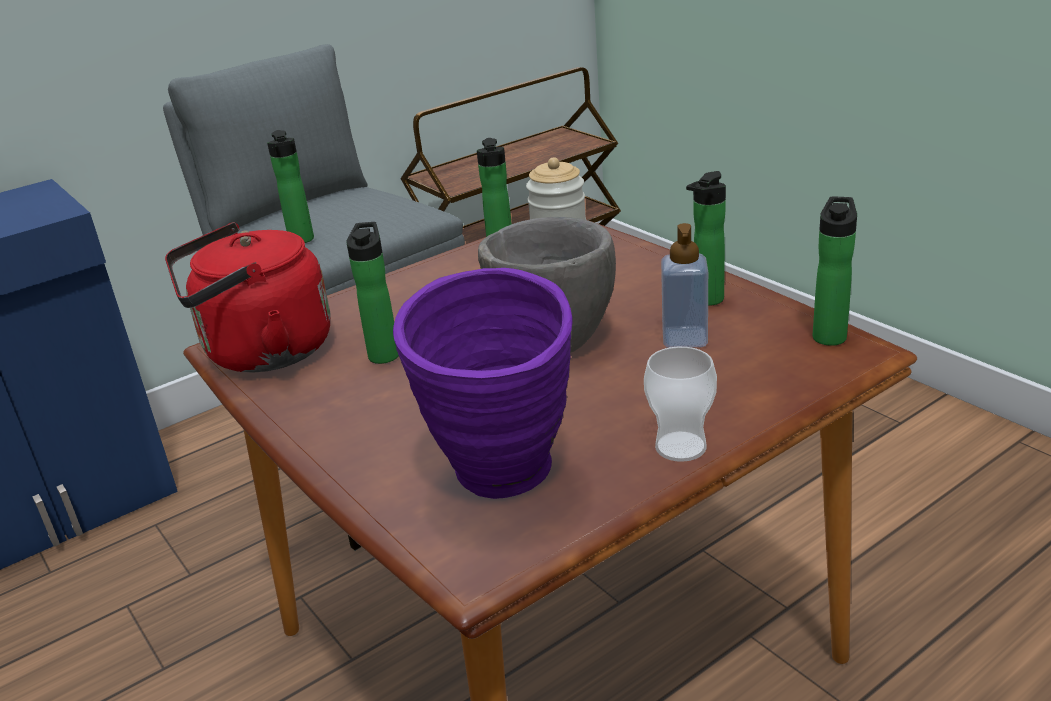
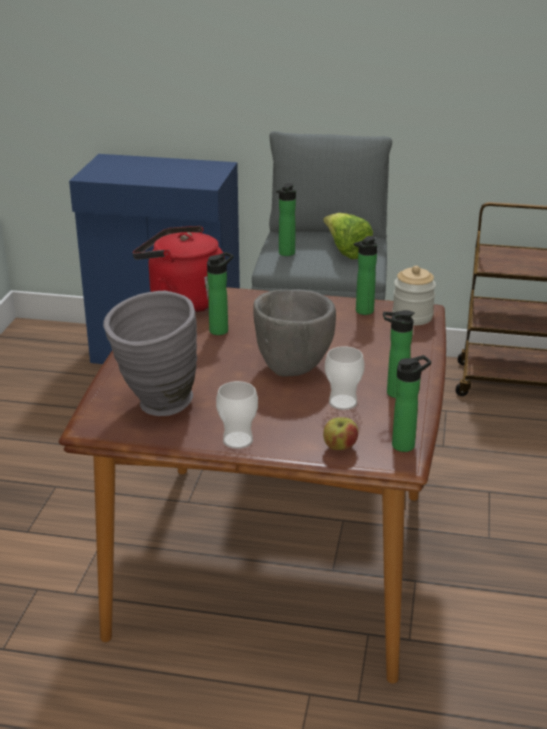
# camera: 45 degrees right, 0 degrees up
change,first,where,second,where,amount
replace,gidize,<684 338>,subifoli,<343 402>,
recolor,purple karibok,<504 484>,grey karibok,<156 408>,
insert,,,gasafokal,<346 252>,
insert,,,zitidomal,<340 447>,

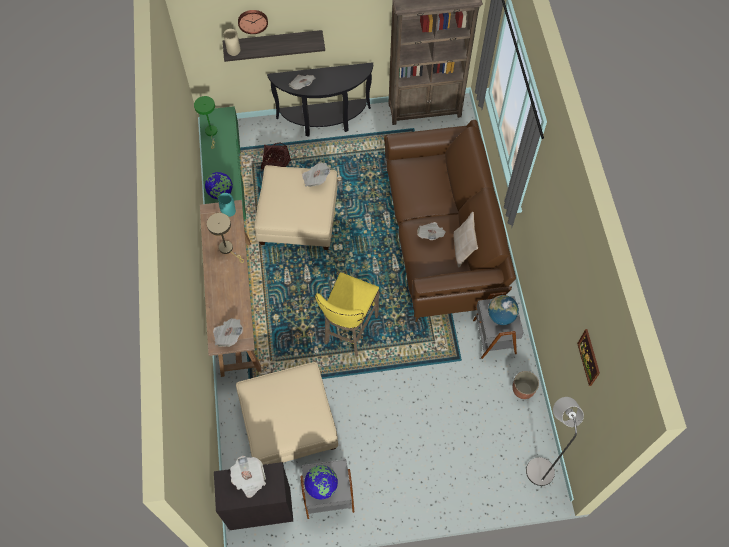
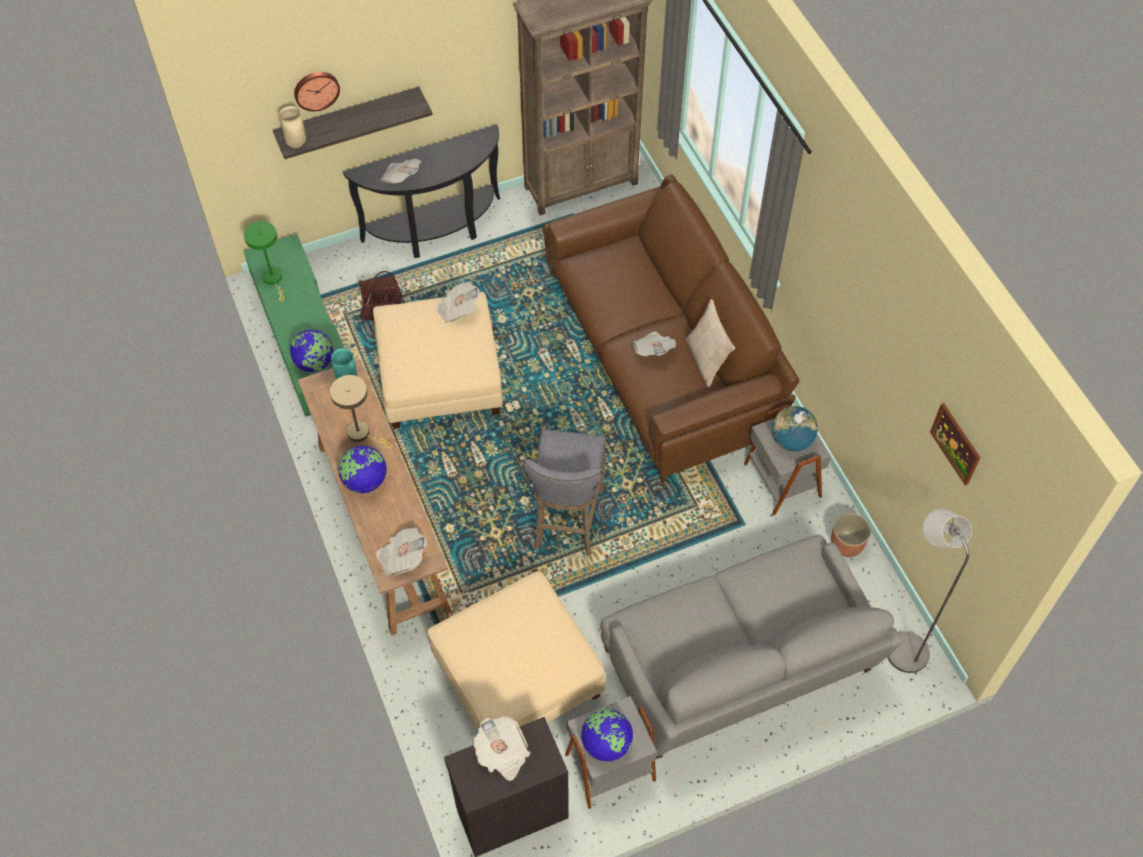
# camera: 15 degrees left, 5 degrees down
change,first,where,second,where,amount
recolor,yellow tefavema,<349 332>,grey tefavema,<567 523>,
insert,,,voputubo,<365 481>,
insert,,,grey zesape,<738 664>,

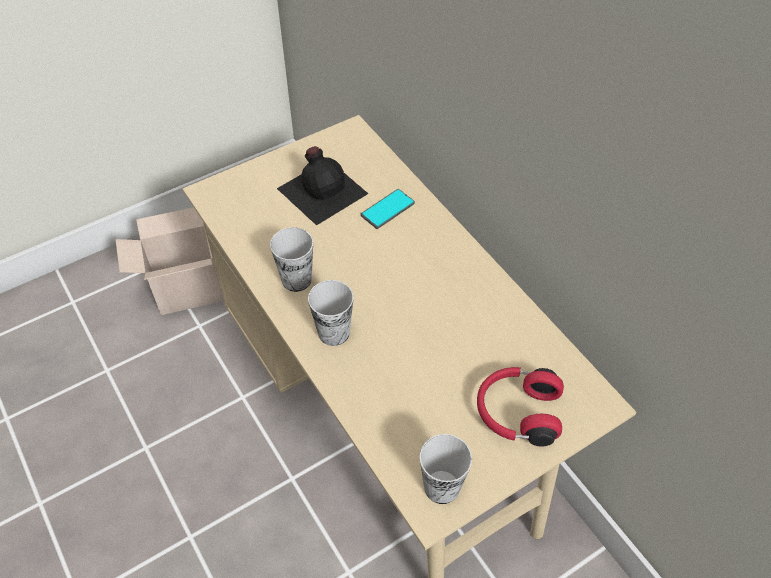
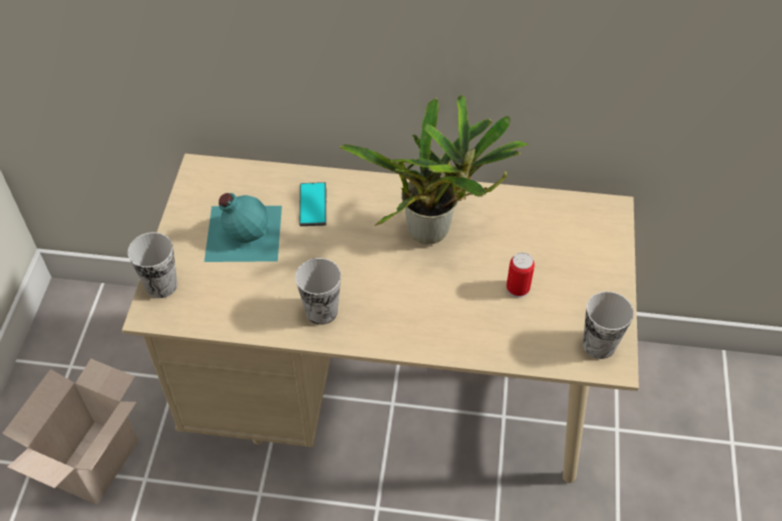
# camera: 50 degrees left, 0 degrees up
change,first,where,second,where,amount
recolor,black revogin,<322 189>,turquoise revogin,<242 232>,
move,subifoli,<333 332>,,<161 285>,
delete,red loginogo,<517 413>,,,
insert,,,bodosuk,<435 232>,
insert,,,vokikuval,<517 288>,

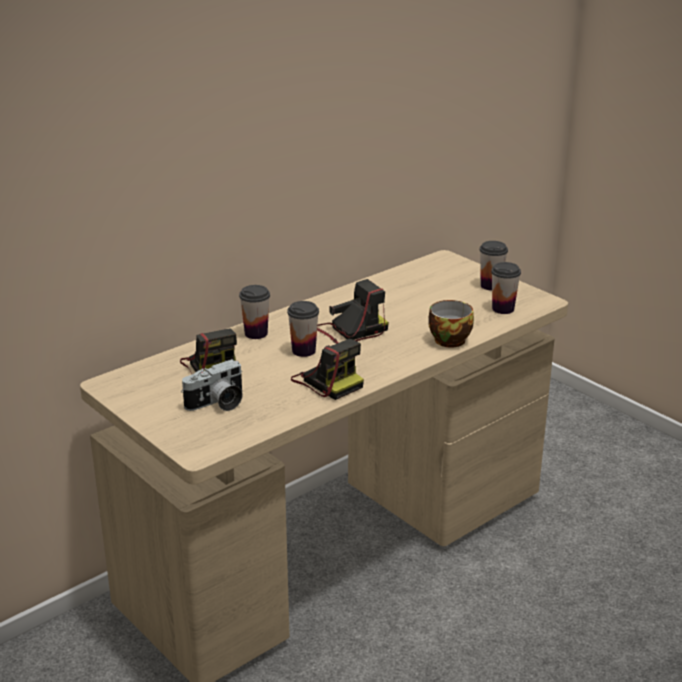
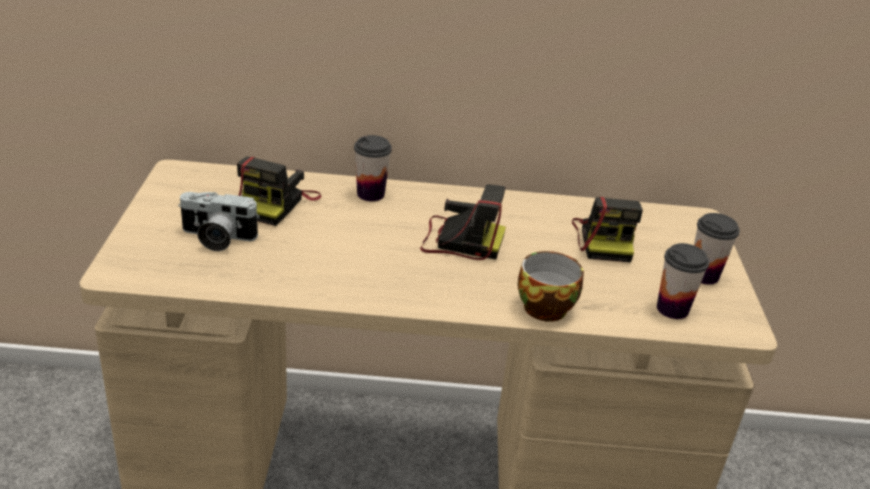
# camera: 40 degrees right, 5 degrees up
change,first,where,second,where,amount
delete,subifoli,<303 351>,,,
move,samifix,<327 381>,,<605 239>,

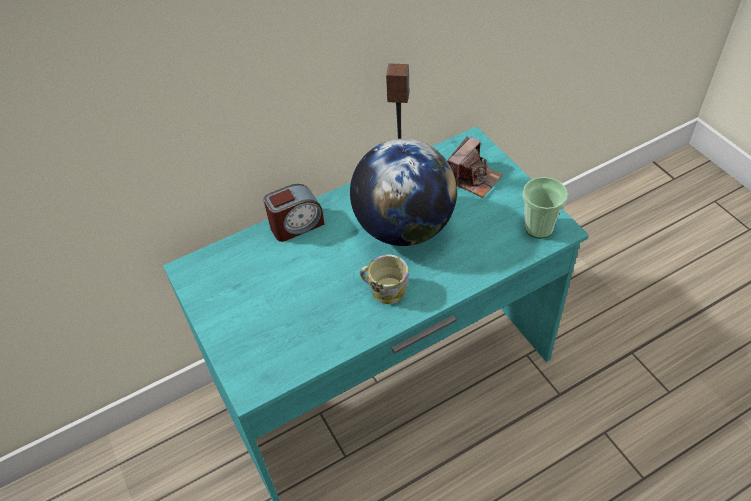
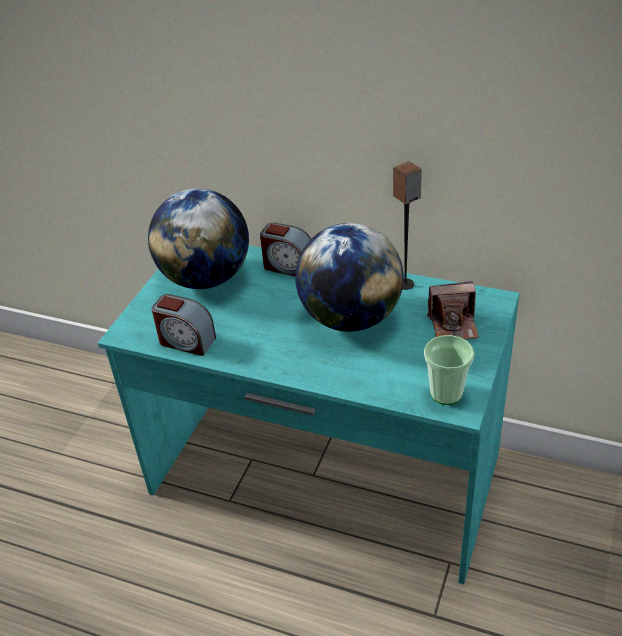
# camera: 50 degrees right, 10 degrees down
change,first,where,second,where,amount
delete,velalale,<384 289>,,,
insert,,,voputubo,<206 278>,
insert,,,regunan,<186 341>,

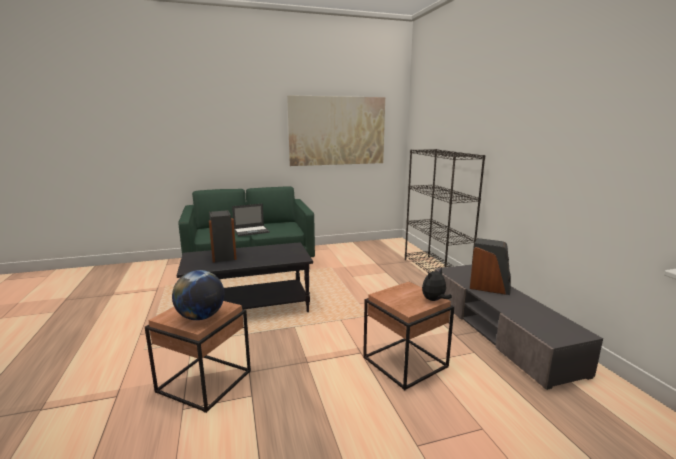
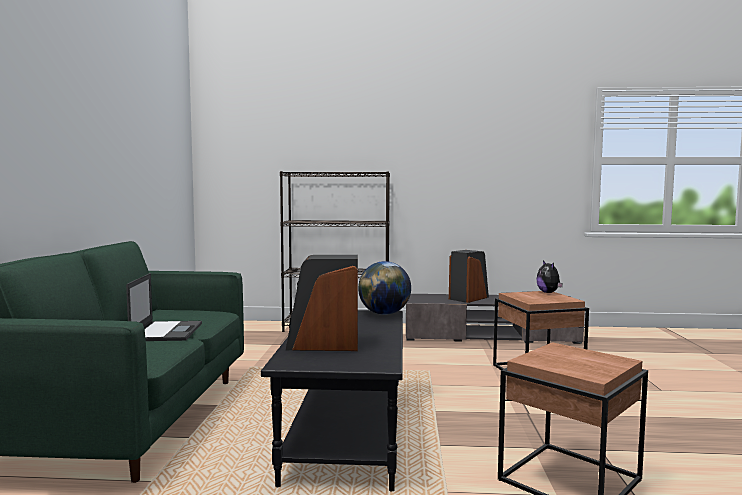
# camera: 70 degrees left, 10 degrees down
change,first,where,second,where,amount
delete,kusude,<337 131>,,,
move,voputubo,<201 317>,,<384 314>,

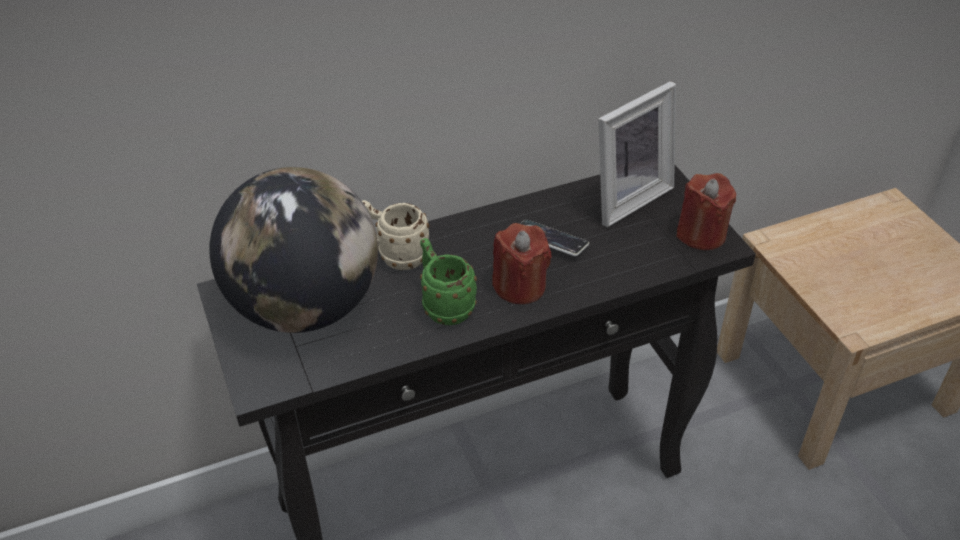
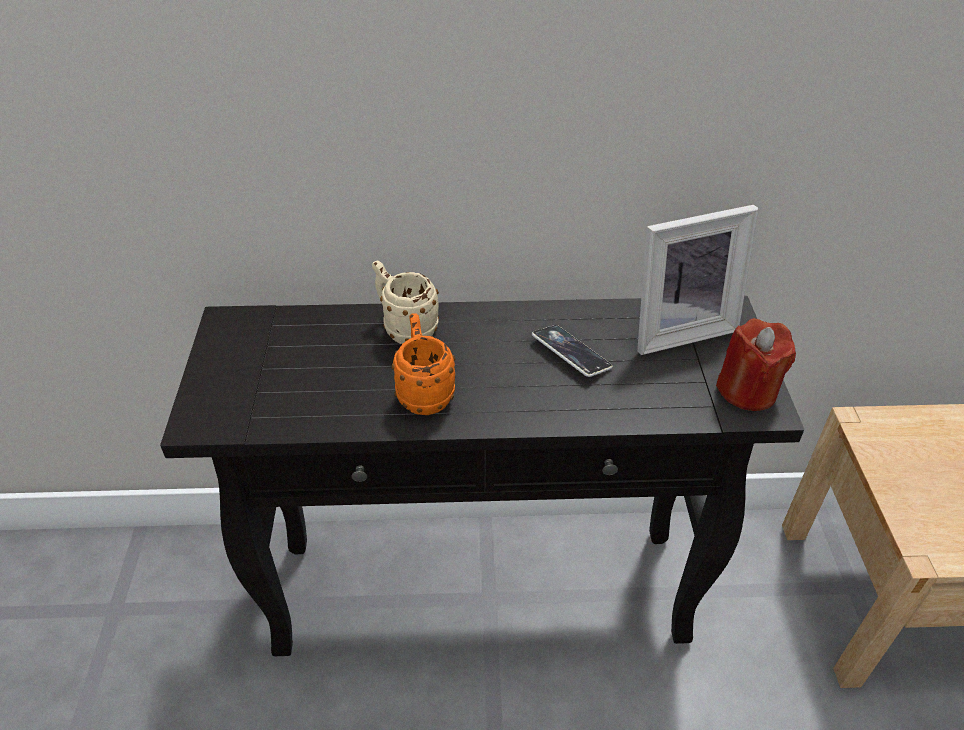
# camera: 20 degrees right, 0 degrees up
change,first,where,second,where,amount
delete,voputubo,<305 307>,,,
delete,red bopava,<519 286>,,,
recolor,green velalale,<444 306>,orange velalale,<424 392>,

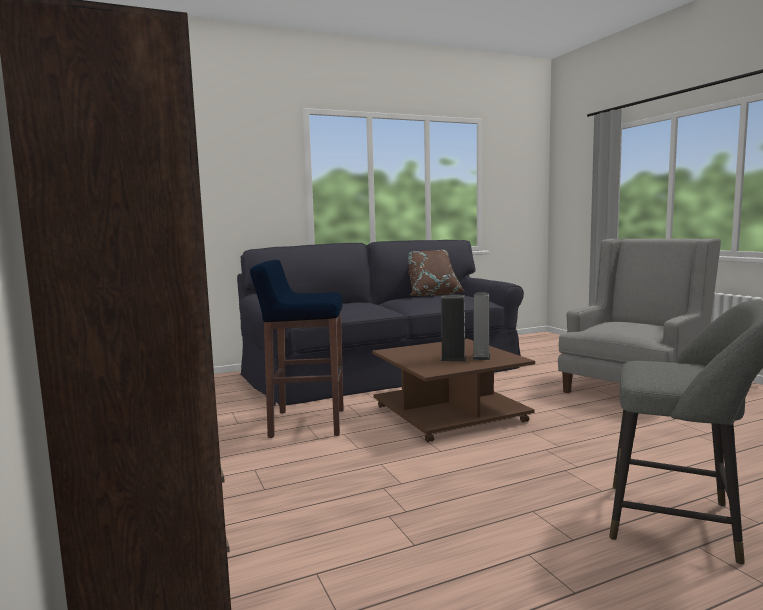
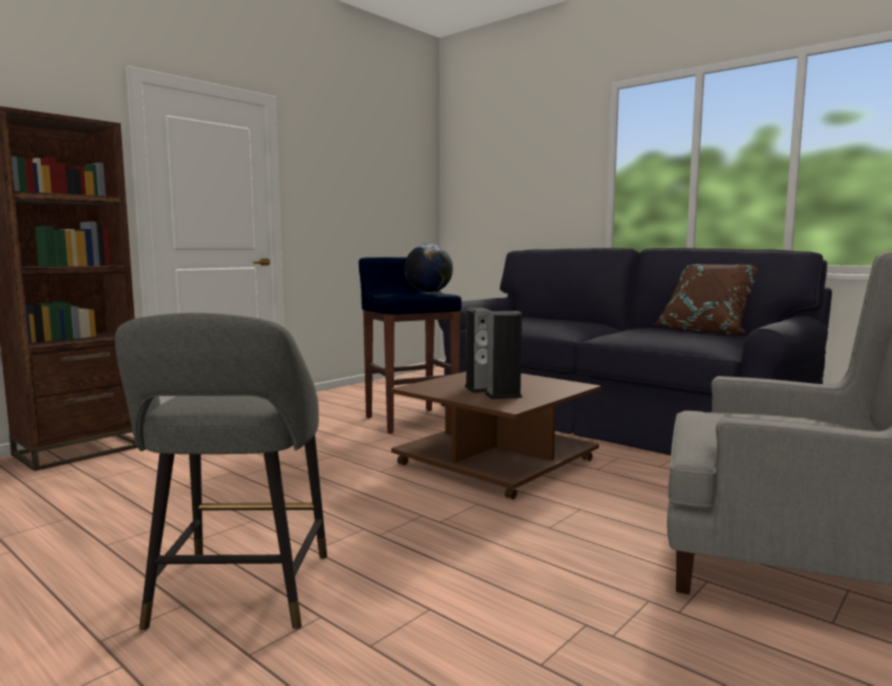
# camera: 65 degrees right, 0 degrees up
change,first,where,second,where,amount
insert,,,voputubo,<428 292>,

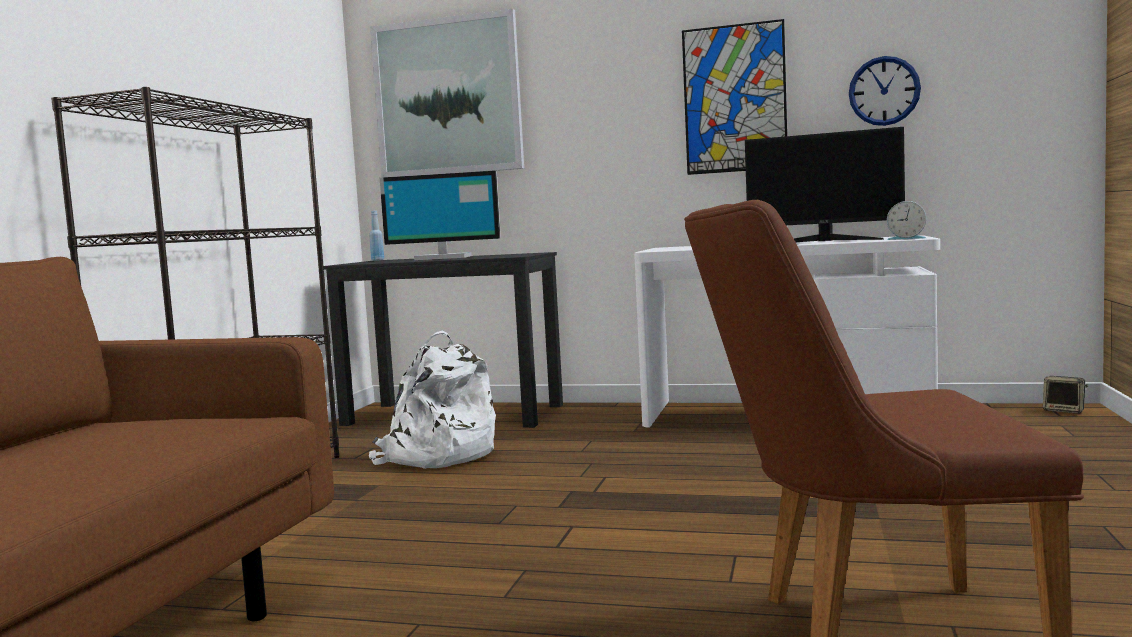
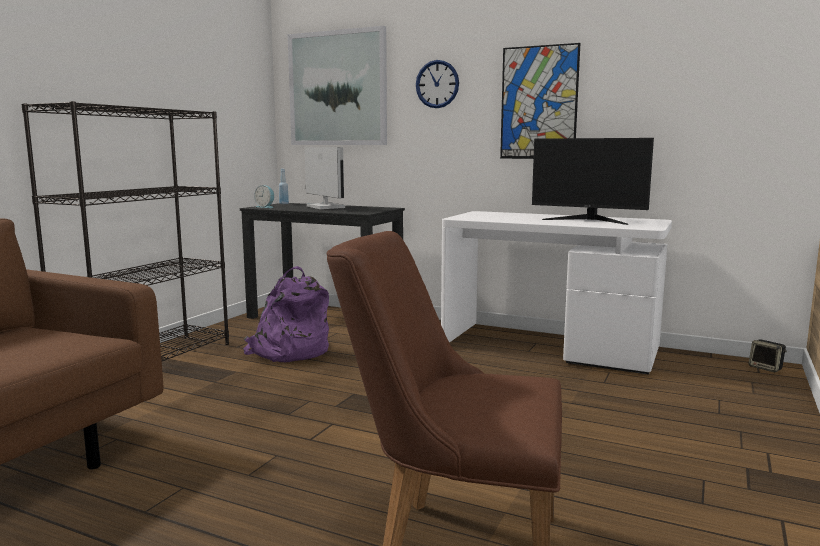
# camera: 10 degrees right, 5 degrees up
change,first,where,second,where,amount
move,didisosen,<884 91>,,<437 84>,
rotate,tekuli,<443 258>,,<323 207>,135 degrees counterclockwise
move,regunan,<906 238>,,<265 207>,
recolor,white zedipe,<437 456>,purple zedipe,<289 352>,

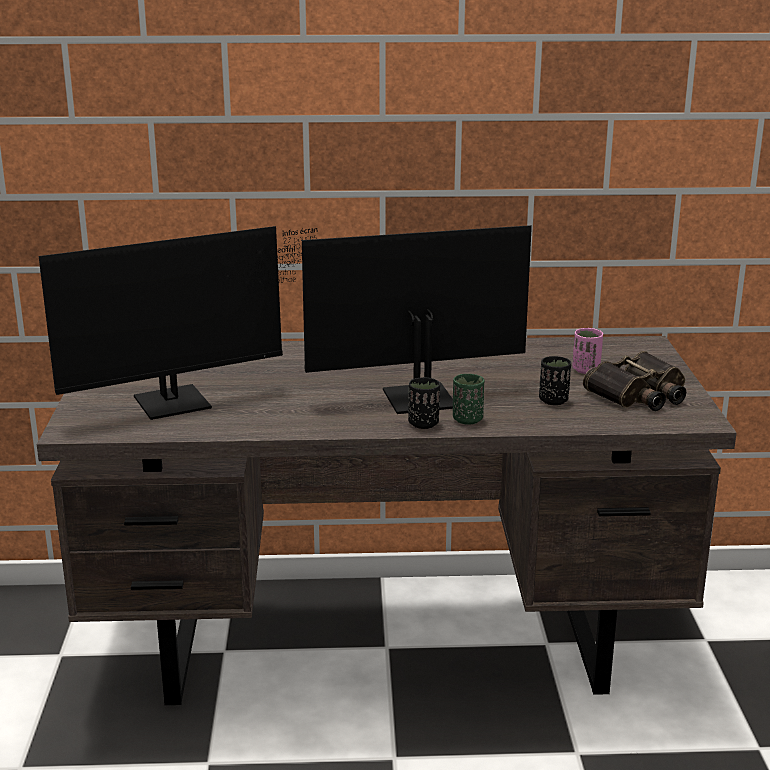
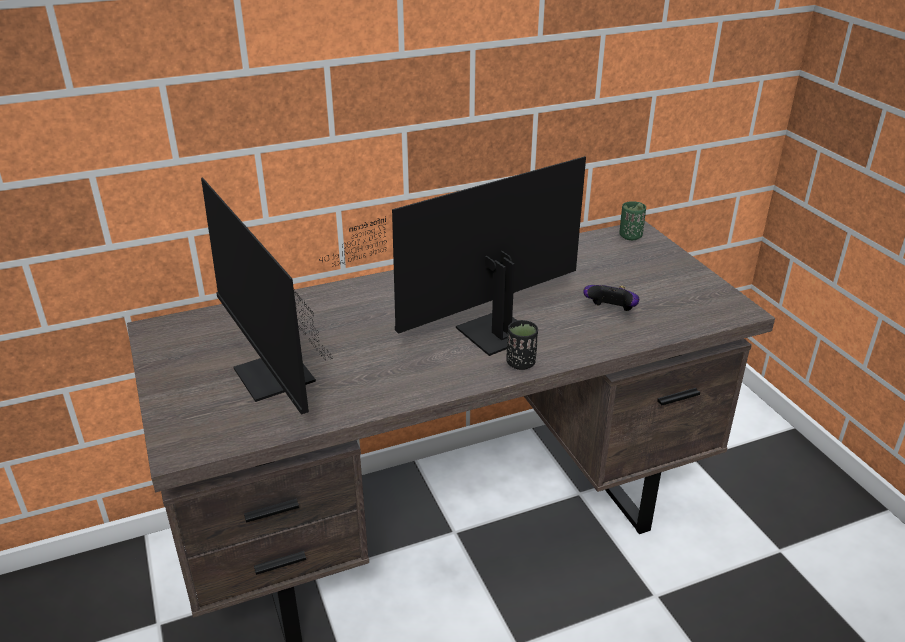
# camera: 20 degrees left, 10 degrees up
change,first,where,second,where,amount
rotate,tekuli,<184 401>,,<275 382>,105 degrees clockwise
delete,pink subifoli,<586 370>,,,
delete,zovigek,<639 394>,,,
replace,black subifoli,<553 400>,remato,<610 311>,
move,green subifoli,<467 419>,,<630 236>,

